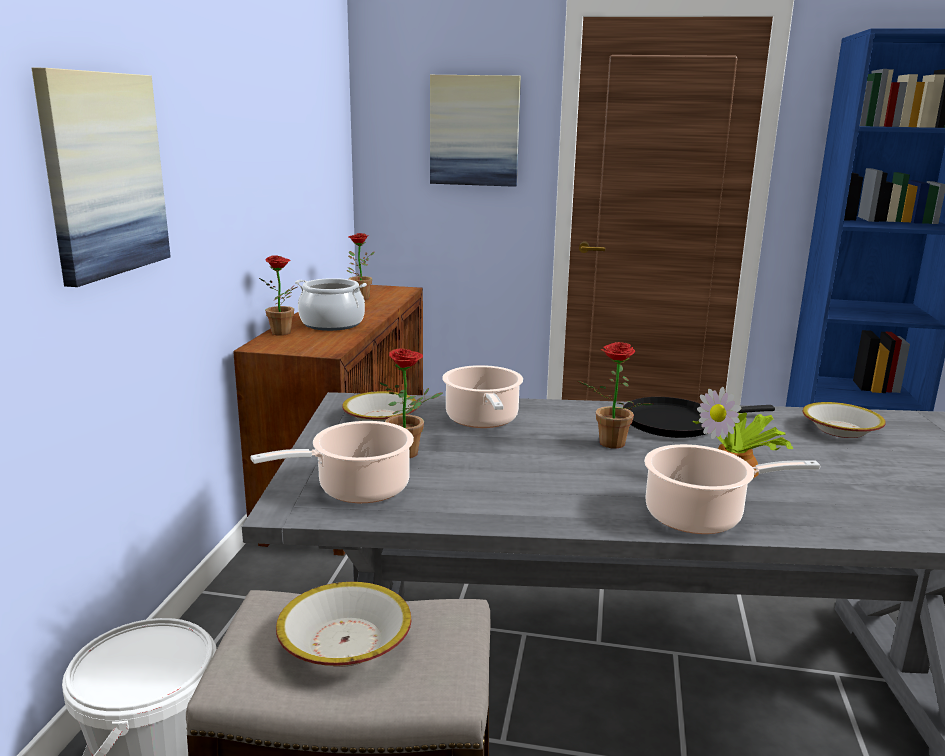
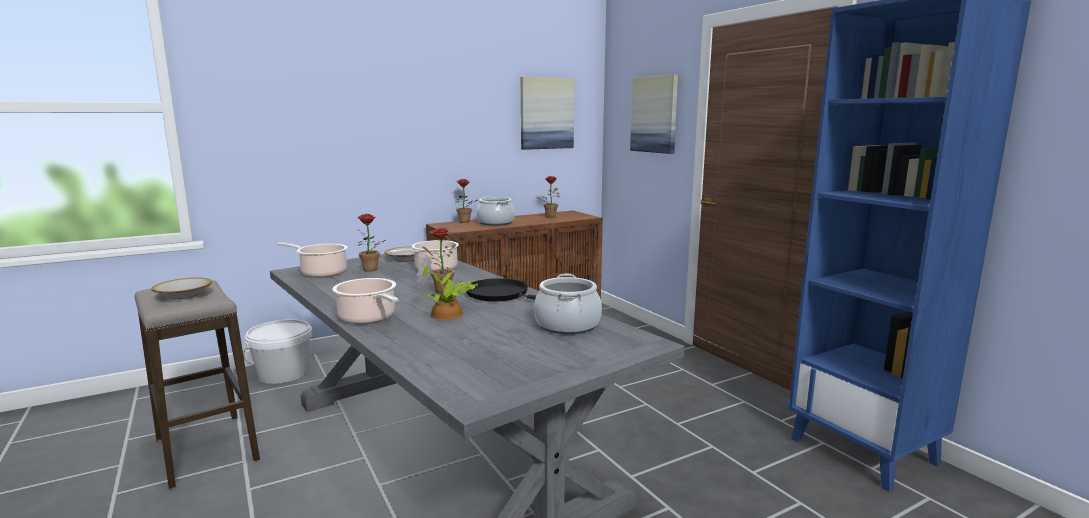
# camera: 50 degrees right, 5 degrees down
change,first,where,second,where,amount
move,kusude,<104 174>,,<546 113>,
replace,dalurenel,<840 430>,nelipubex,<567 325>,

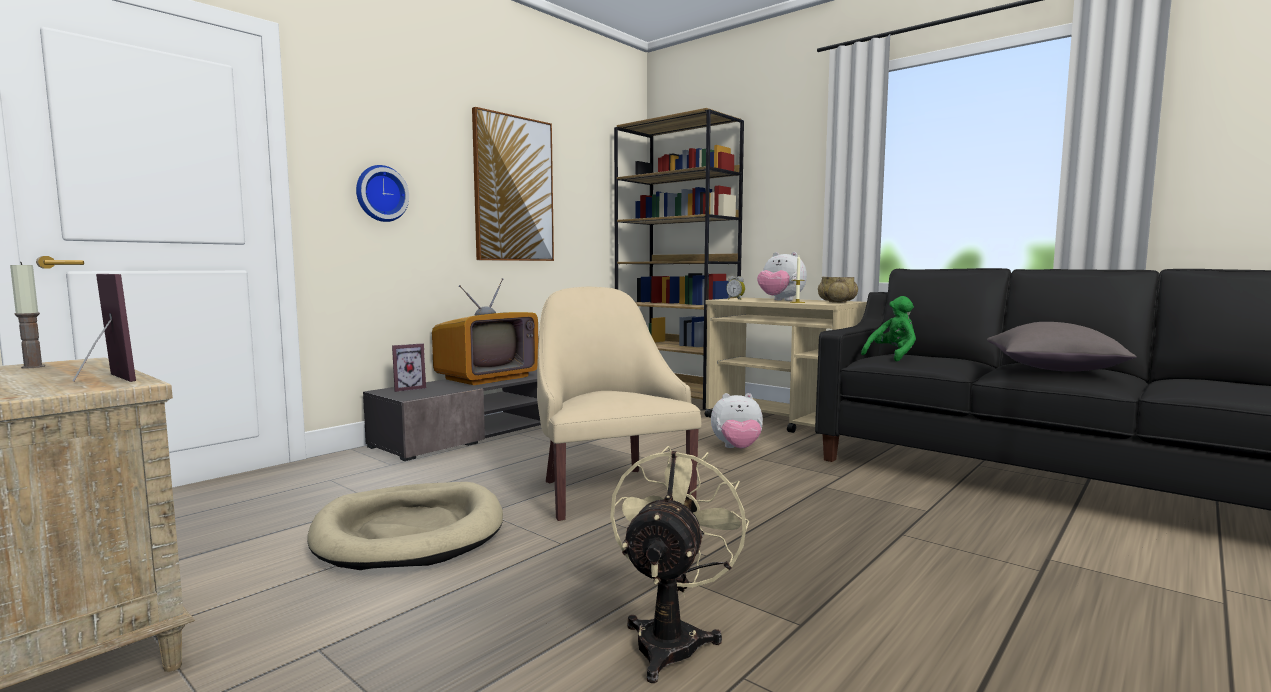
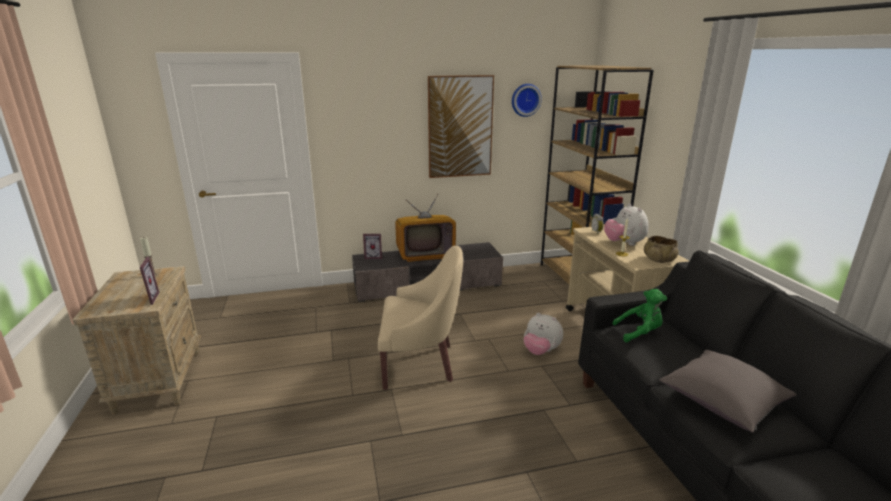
# camera: 35 degrees right, 15 degrees up
change,first,where,second,where,amount
move,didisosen,<380 194>,,<525 100>,
rotate,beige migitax,<609 490>,,<420 363>,75 degrees clockwise
delete,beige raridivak,<671 638>,,,
delete,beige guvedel,<410 532>,,,

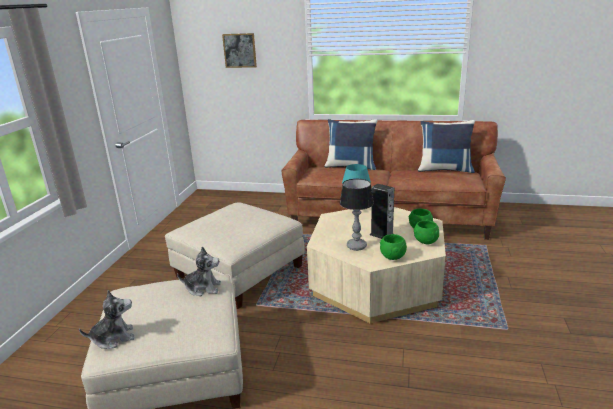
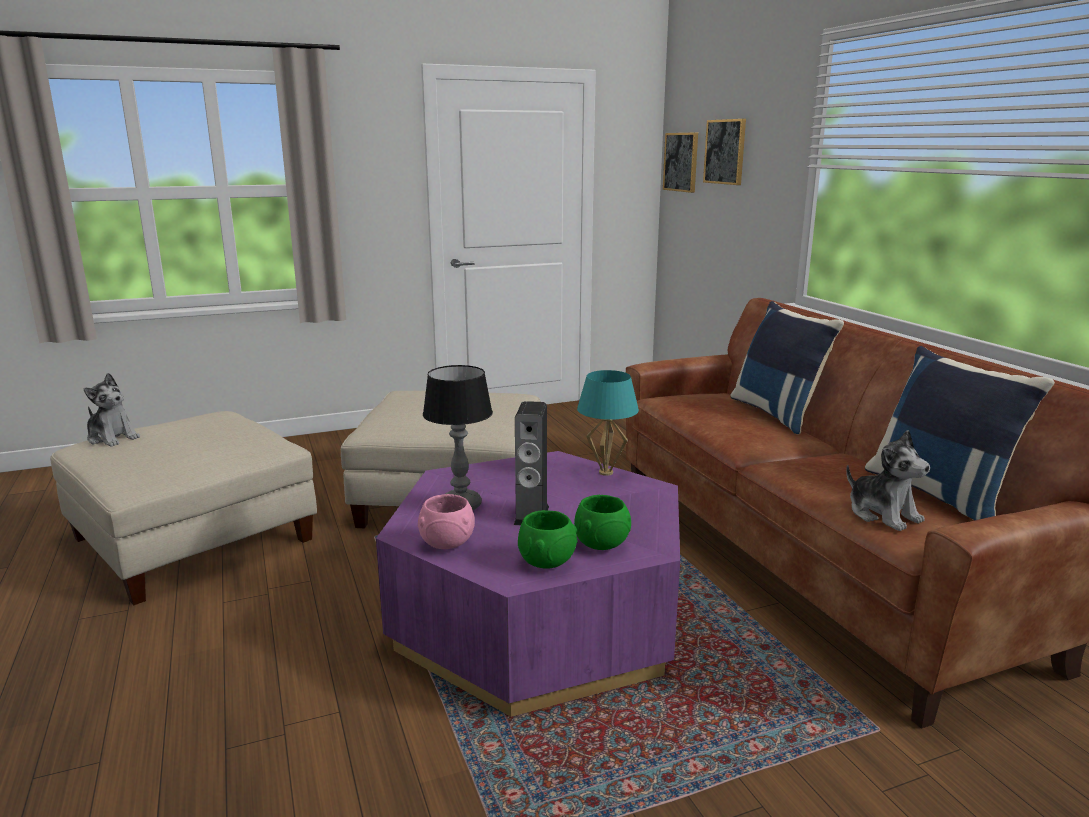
# camera: 55 degrees right, 5 degrees down
change,first,where,second,where,amount
recolor,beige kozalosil,<376 282>,purple kozalosil,<538 619>,
recolor,green dalurenel,<392 257>,pink dalurenel,<447 544>,
move,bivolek,<203 288>,,<883 514>,
insert,,,kusude,<681 162>,

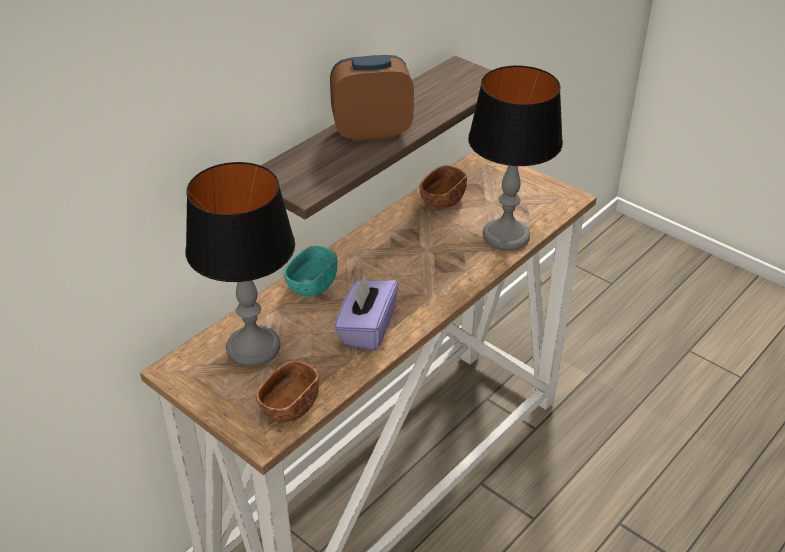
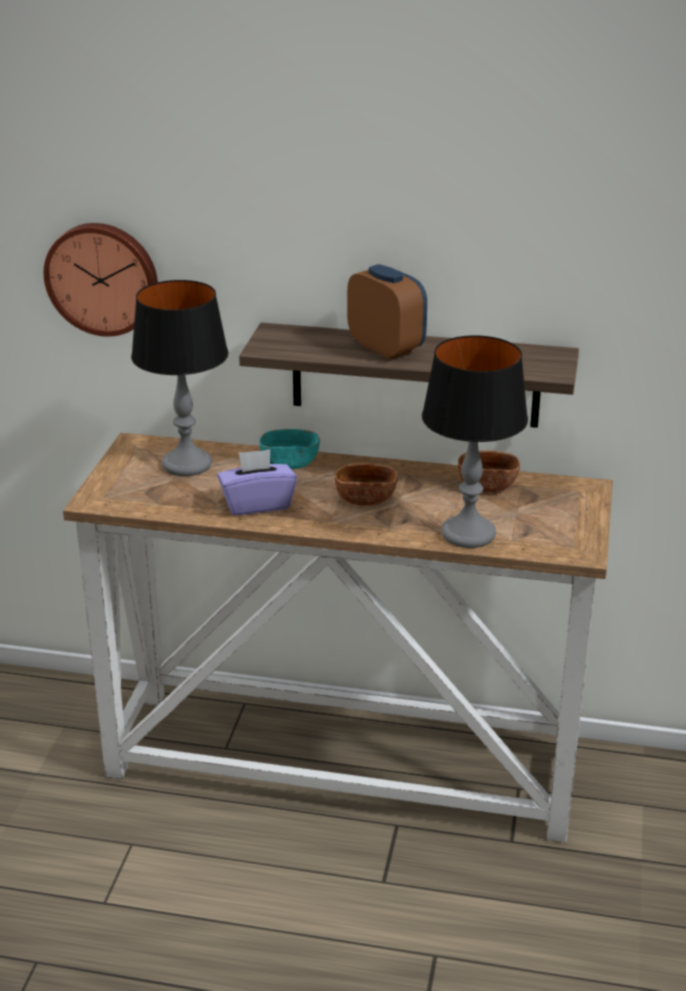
# camera: 60 degrees right, 10 degrees down
change,first,where,second,where,amount
move,brown dalurenel,<289 405>,,<366 498>,
insert,,,didisosen,<103 278>,

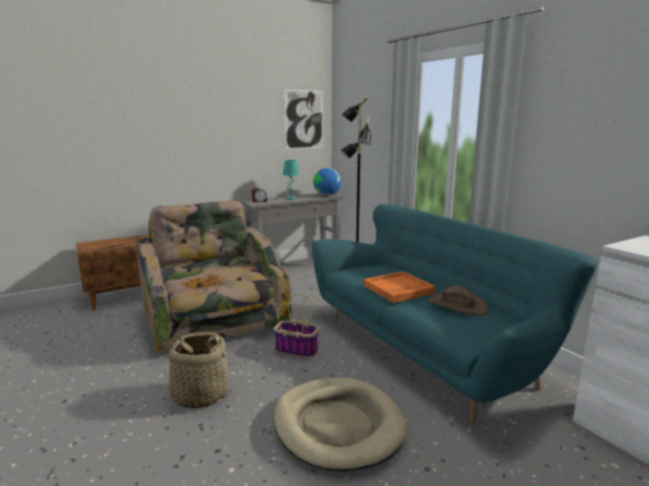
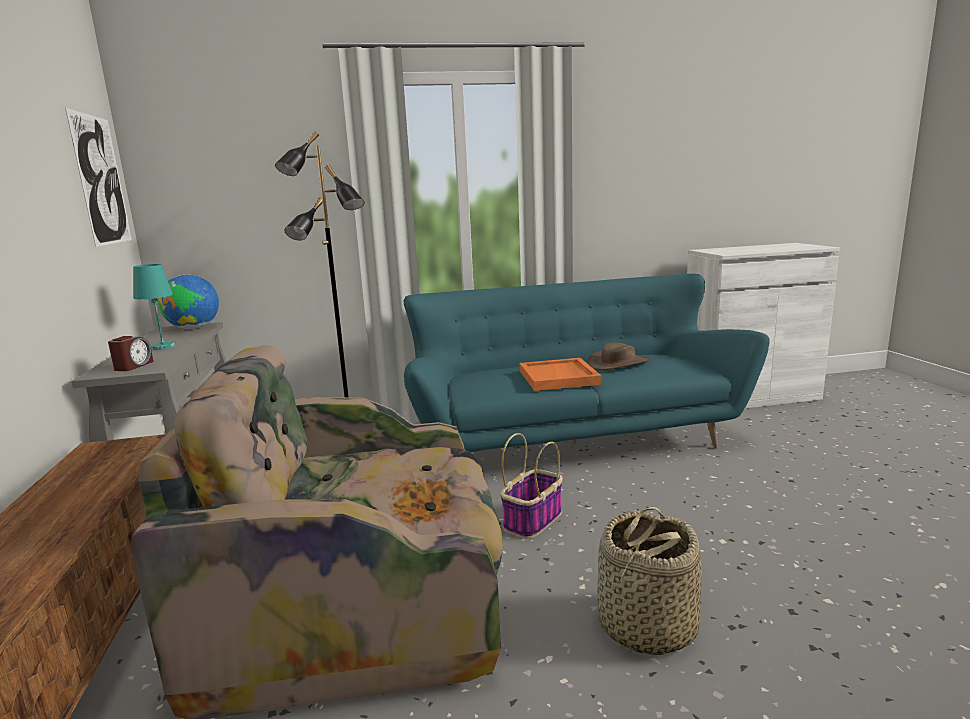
# camera: 70 degrees left, 0 degrees up
change,first,where,second,where,amount
delete,beige guvedel,<338 426>,,,

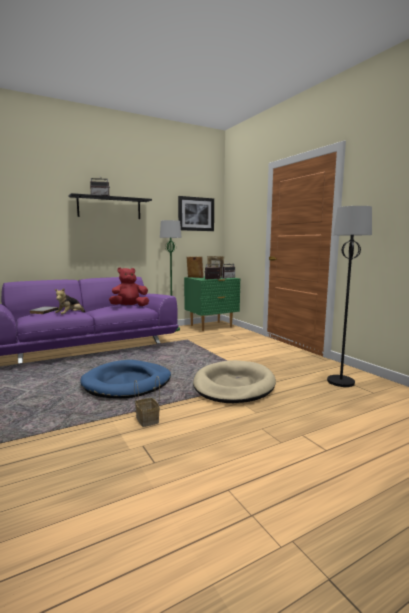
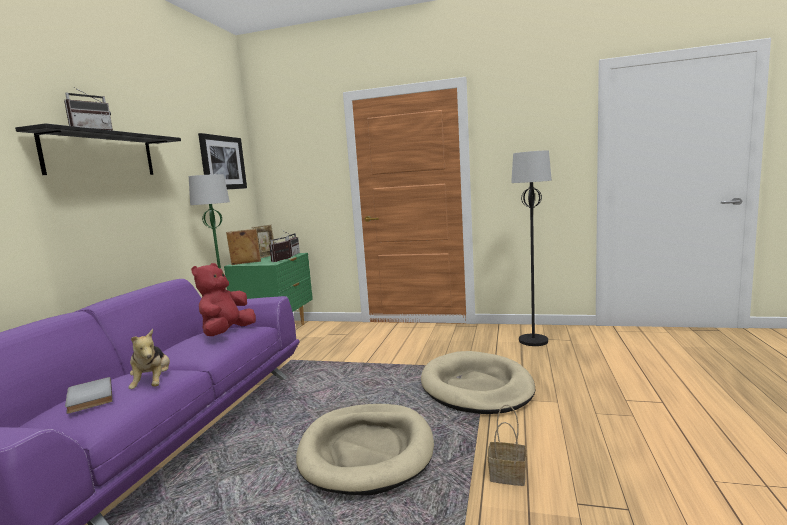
# camera: 45 degrees left, 0 degrees up
change,first,where,second,where,amount
recolor,blue guvedel,<127 383>,beige guvedel,<366 451>,

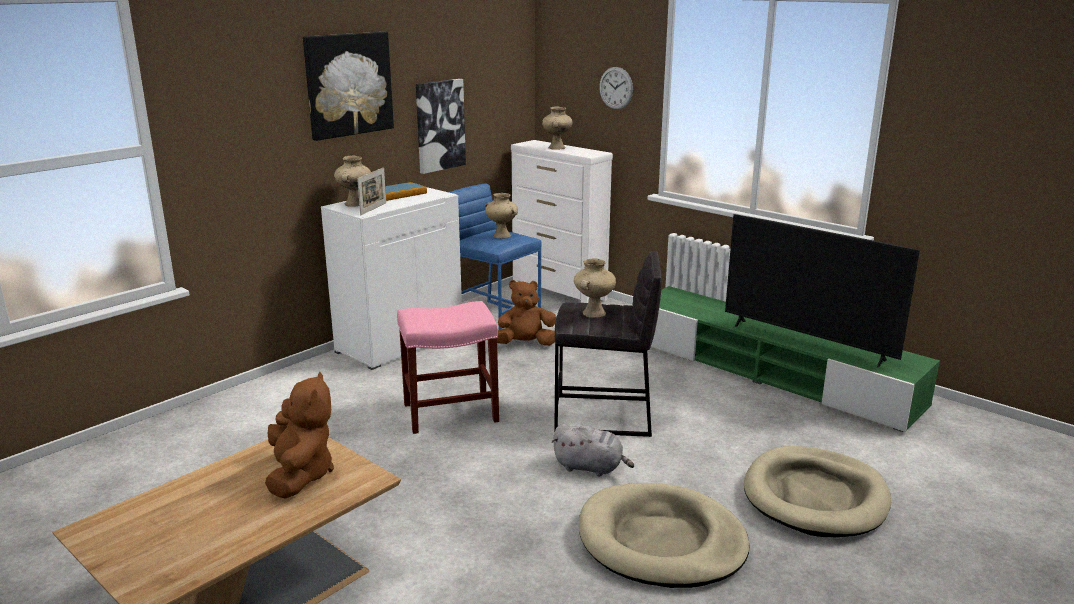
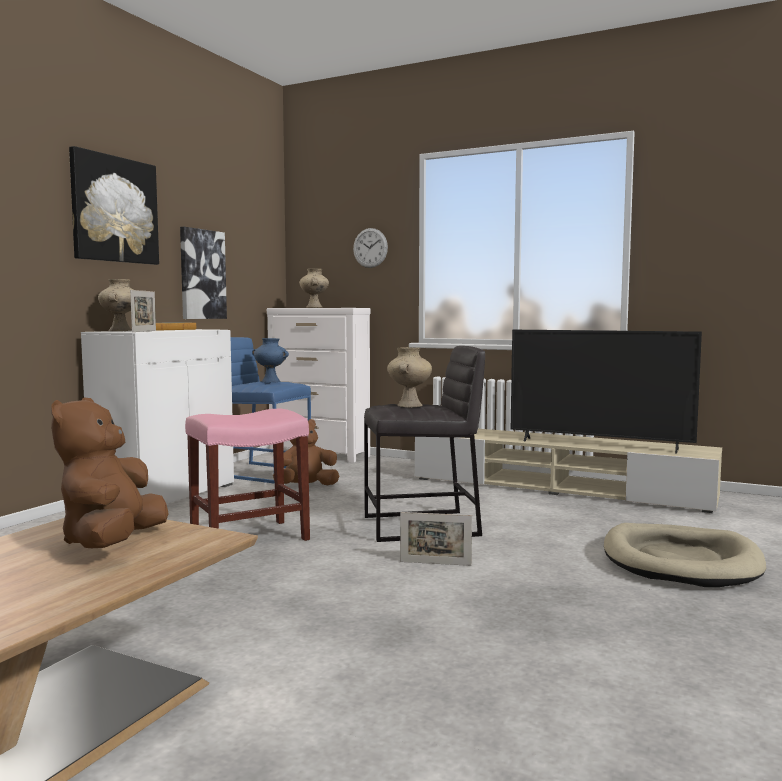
# camera: 15 degrees left, 15 degrees down
change,first,where,second,where,amount
recolor,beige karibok,<502 235>,blue karibok,<271 381>,
recolor,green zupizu,<770 373>,beige zupizu,<560 488>,
rotate,brown bivolek,<300 475>,,<112 543>,150 degrees counterclockwise
replace,grey bivolek,<591 467>,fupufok,<435 563>,
delete,beige guvedel,<661 541>,,,

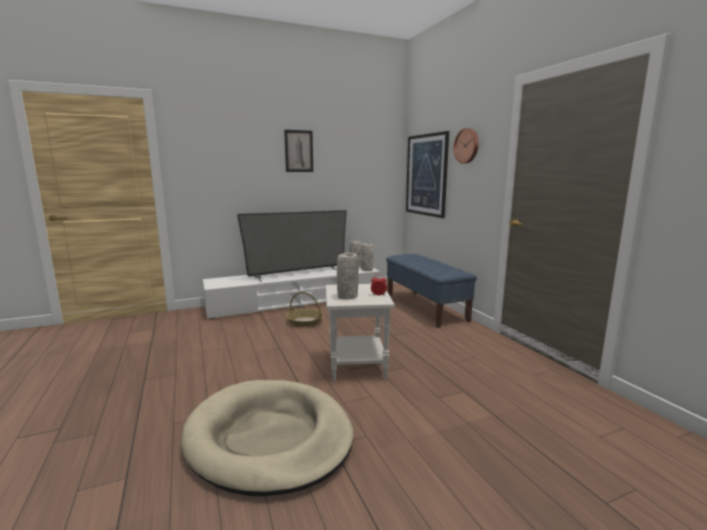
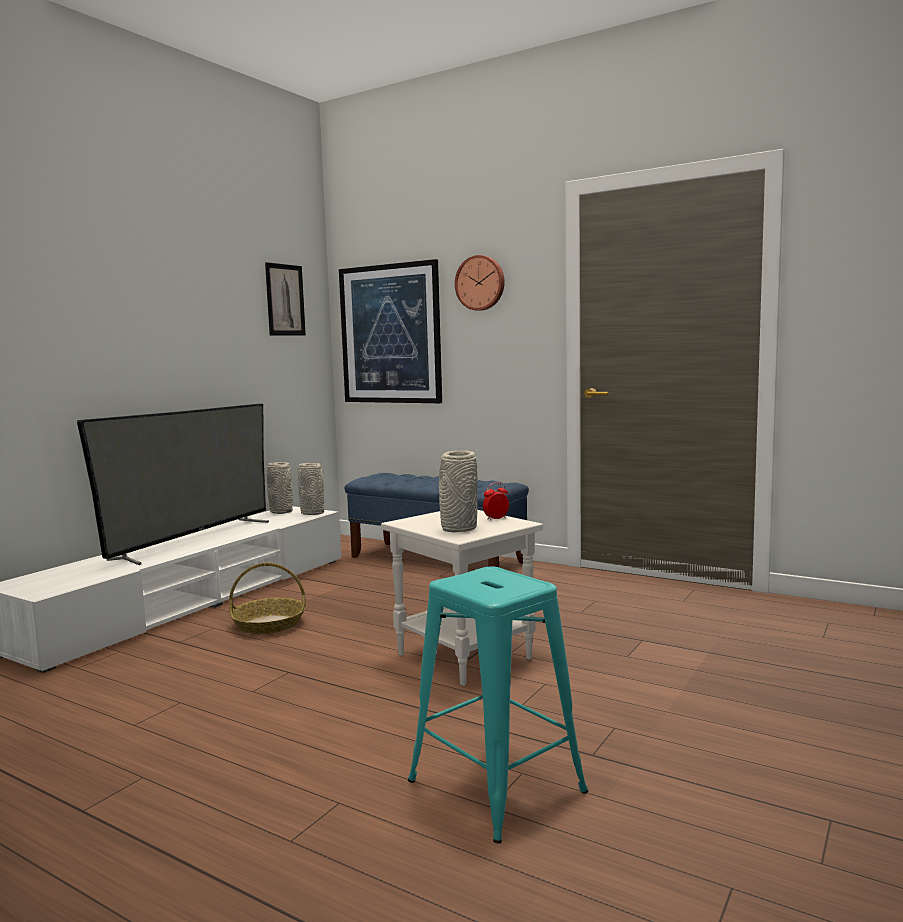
# camera: 35 degrees left, 5 degrees down
change,first,where,second,where,amount
move,kusude,<299 151>,,<285 300>,
replace,beige guvedel,<269 438>,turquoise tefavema,<495 785>,

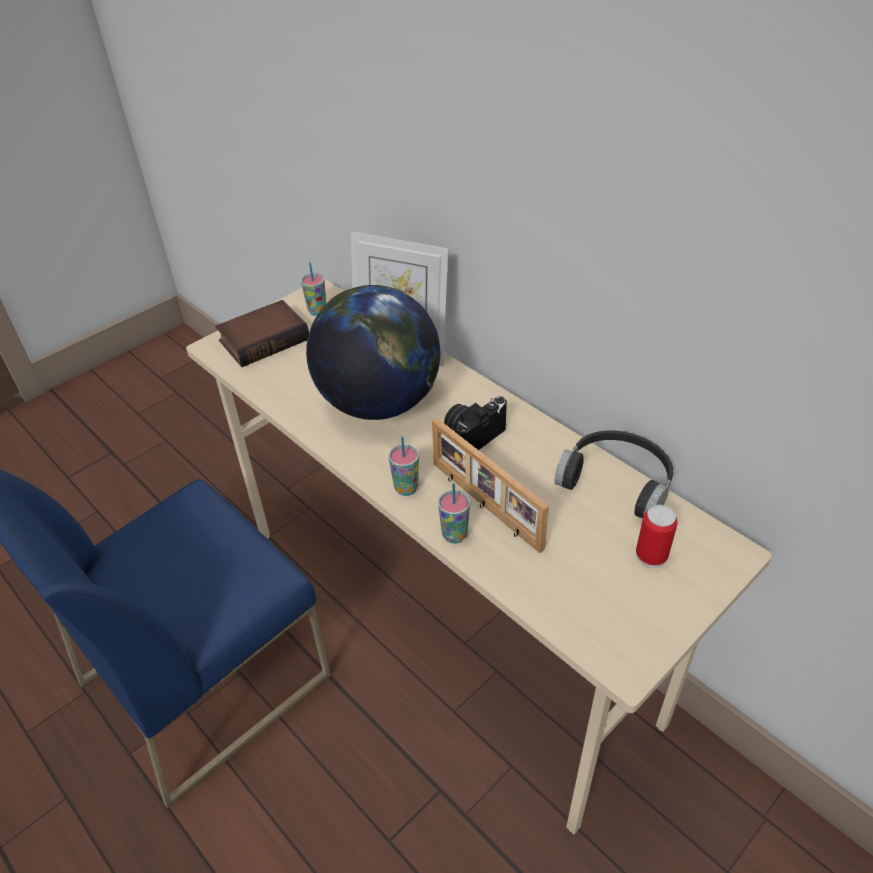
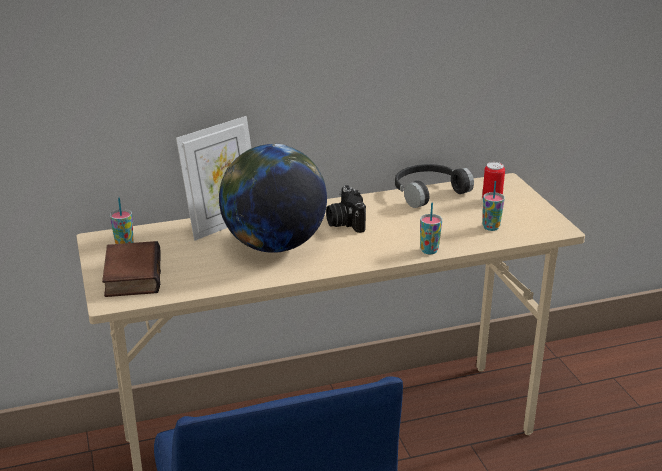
# camera: 65 degrees left, 15 degrees down
change,first,where,second,where,amount
delete,fupufok,<484 506>,,,
move,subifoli,<406 488>,,<491 227>,

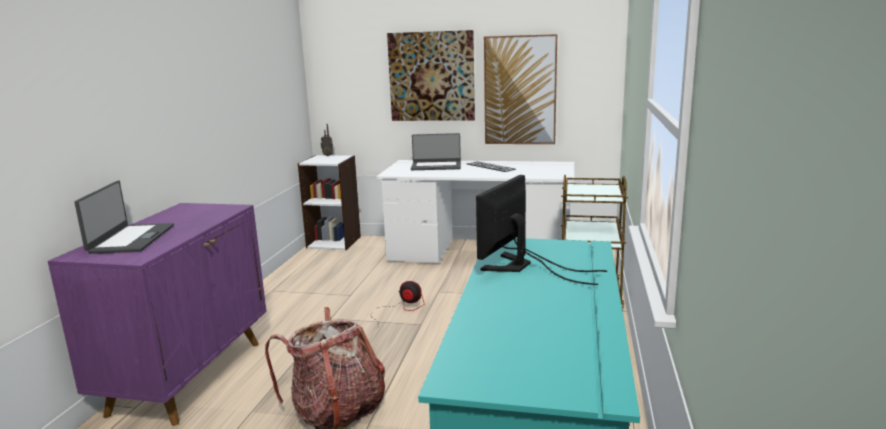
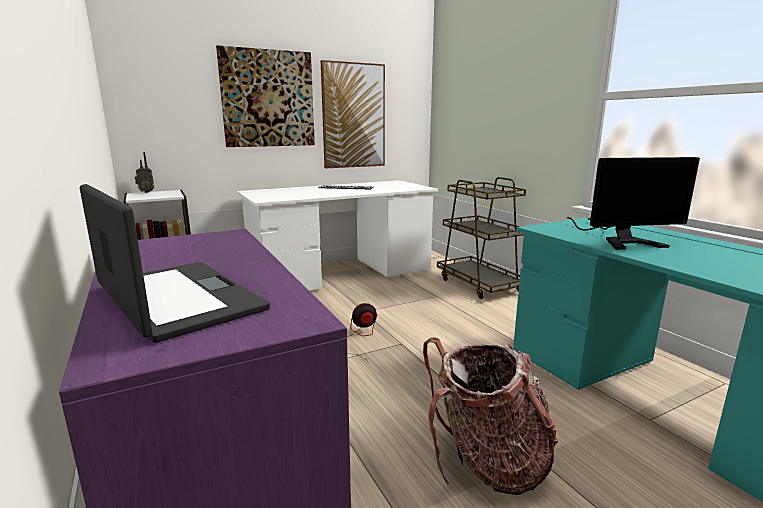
# camera: 40 degrees left, 0 degrees up
change,first,where,second,where,amount
delete,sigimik,<436 166>,,,
rotate,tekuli,<523 267>,,<619 239>,90 degrees counterclockwise

